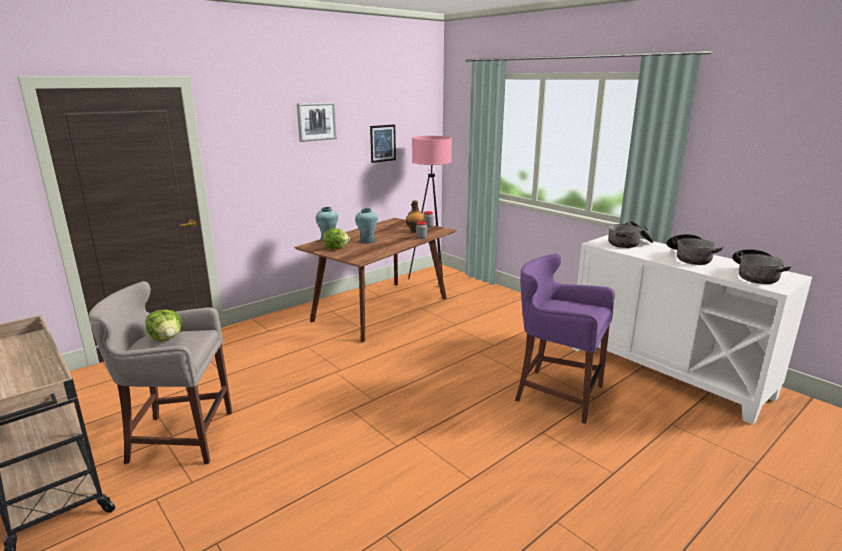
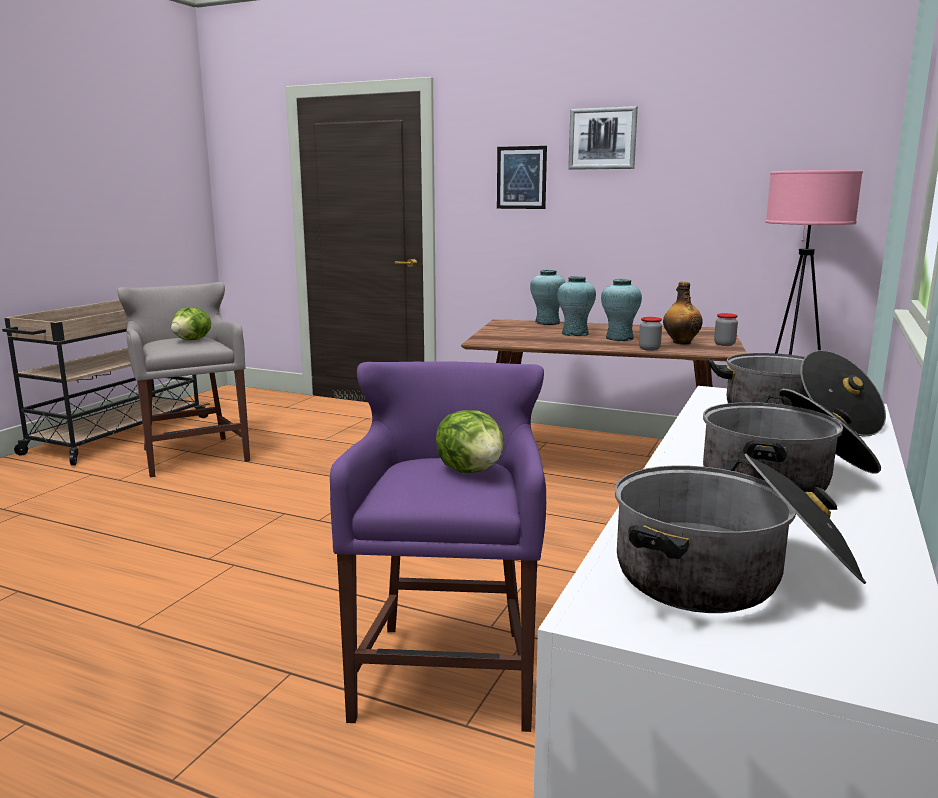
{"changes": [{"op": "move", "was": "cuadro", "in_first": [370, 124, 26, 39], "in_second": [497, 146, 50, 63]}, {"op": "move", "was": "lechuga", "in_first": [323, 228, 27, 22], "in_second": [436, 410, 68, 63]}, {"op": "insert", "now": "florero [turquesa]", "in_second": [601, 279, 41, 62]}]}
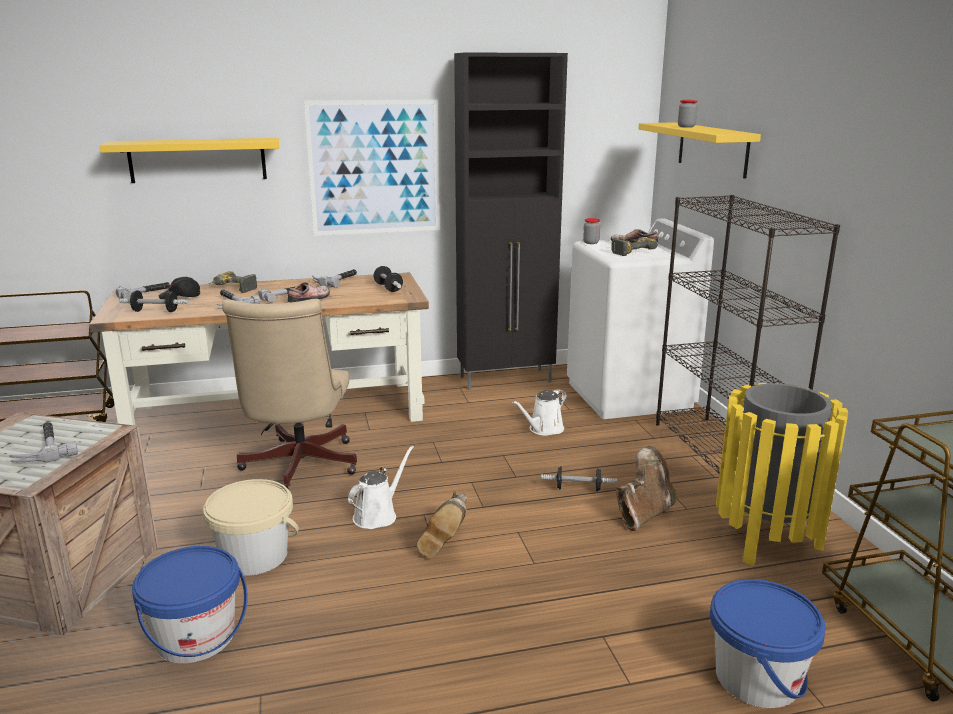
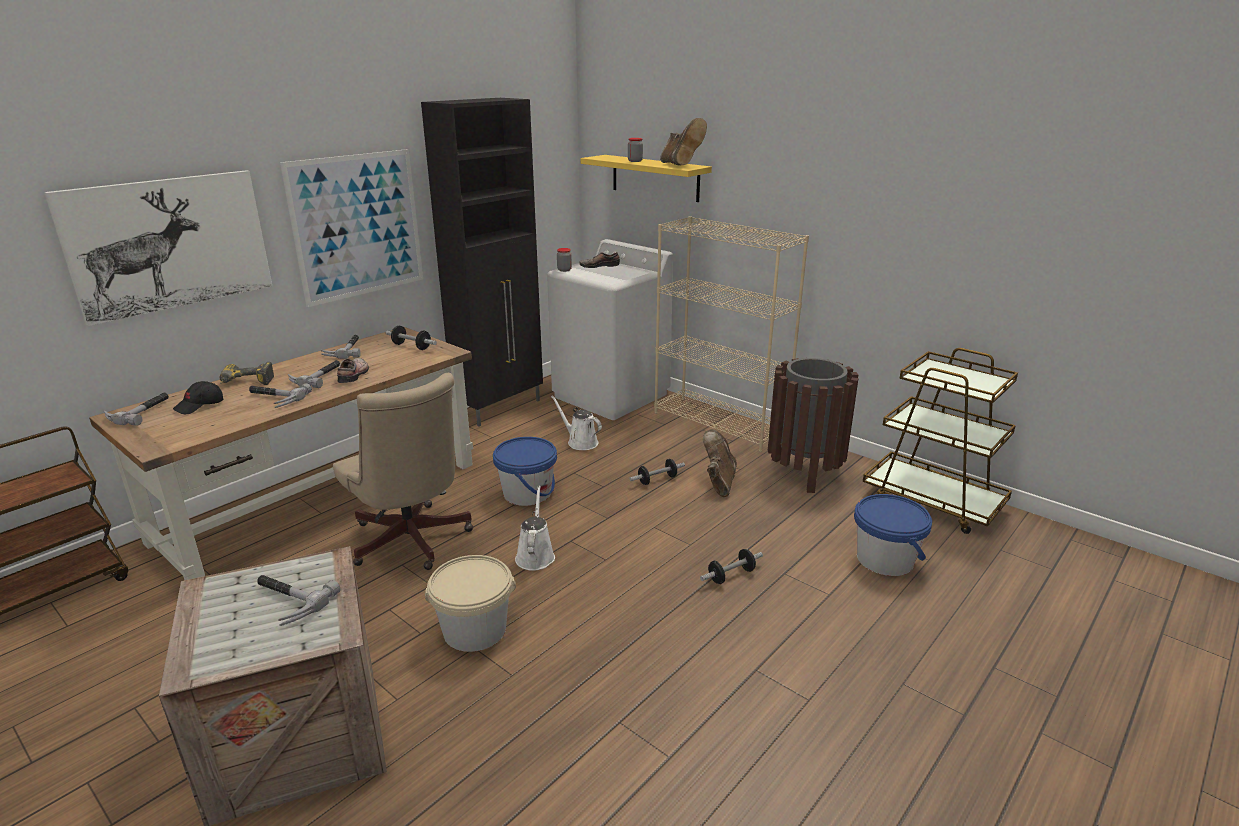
{"changes": [{"op": "replace", "was": "estante [amarillo]", "now": "cuadro", "in_first": [99, 138, 180, 45], "in_second": [44, 170, 228, 156]}, {"op": "recolor", "was": "estantería [negro]", "now": "estantería [beis]", "in_first": [656, 195, 184, 279], "in_second": [654, 216, 155, 236]}, {"op": "delete", "was": "taladro", "in_first": [611, 237, 47, 19]}, {"op": "move", "was": "mancuerna", "in_first": [119, 290, 70, 22], "in_second": [700, 549, 63, 35]}, {"op": "recolor", "was": "papelera [amarillo]", "now": "papelera [marrón]", "in_first": [716, 383, 132, 183], "in_second": [768, 358, 91, 135]}, {"op": "rotate", "was": "regadera [blanco]", "in_first": [512, 389, 54, 47], "in_second": [551, 396, 51, 54], "clockwise": 120}, {"op": "move", "was": "bota [marrón]", "in_first": [417, 491, 50, 67], "in_second": [660, 118, 47, 47]}, {"op": "move", "was": "cubo [azul]", "in_first": [132, 546, 116, 118], "in_second": [493, 437, 64, 69]}]}
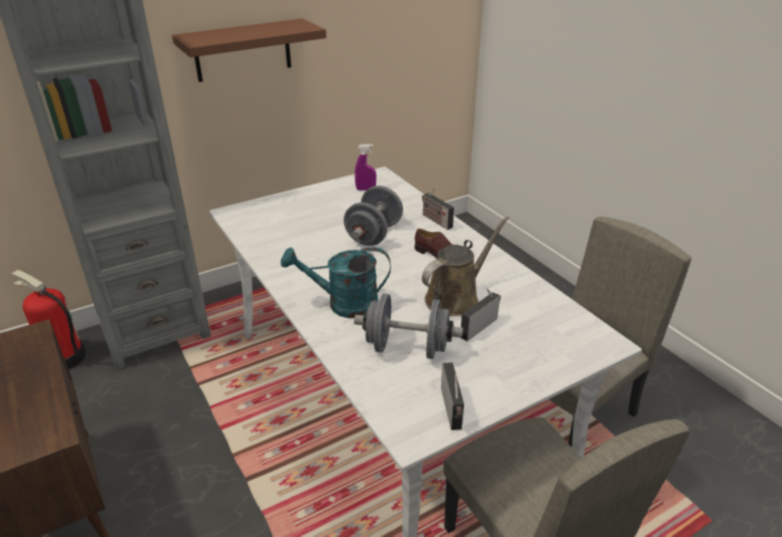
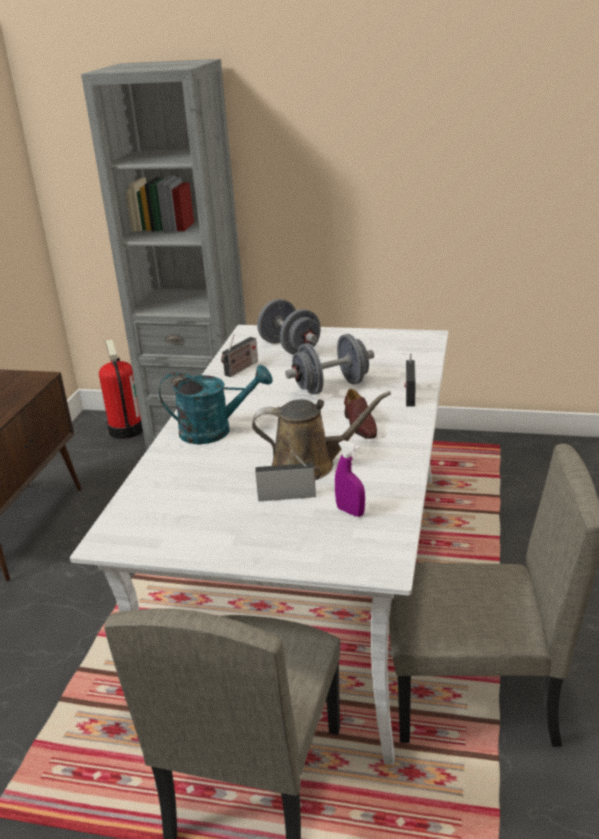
{"changes": [{"op": "delete", "was": "estante [marrón]", "in_first": [172, 19, 154, 63]}, {"op": "move", "was": "pulverizador [morado]", "in_first": [355, 144, 21, 46], "in_second": [335, 440, 30, 77]}, {"op": "rotate", "was": "regadera [turquesa]", "in_first": [281, 247, 110, 71], "in_second": [159, 365, 114, 79], "clockwise": 135}, {"op": "move", "was": "mancuerna [gris]", "in_first": [354, 293, 109, 66], "in_second": [257, 299, 64, 56]}, {"op": "move", "was": "radio", "in_first": [441, 363, 23, 67], "in_second": [221, 334, 37, 43]}]}
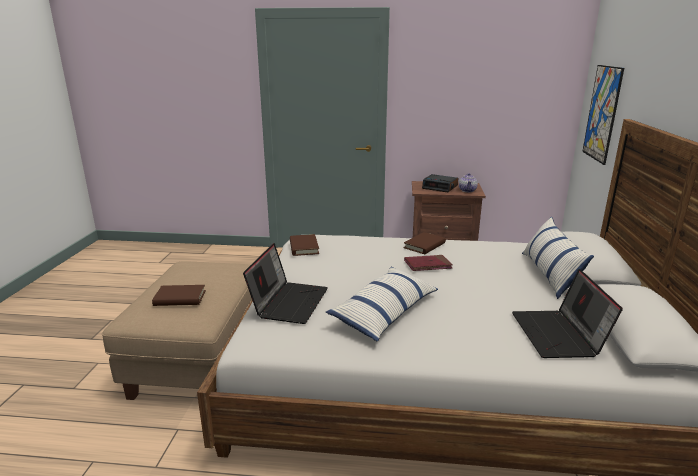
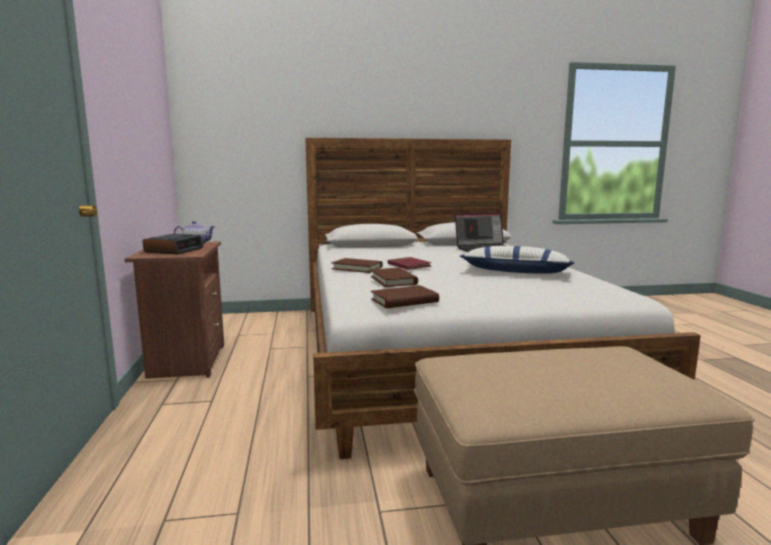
{"changes": [{"op": "delete", "was": "cuadro", "in_first": [582, 65, 42, 100]}, {"op": "delete", "was": "cojín", "in_first": [522, 216, 72, 83]}, {"op": "delete", "was": "portátil", "in_first": [243, 243, 85, 81]}, {"op": "move", "was": "libro [marrón]", "in_first": [152, 285, 54, 21], "in_second": [371, 268, 47, 19]}]}
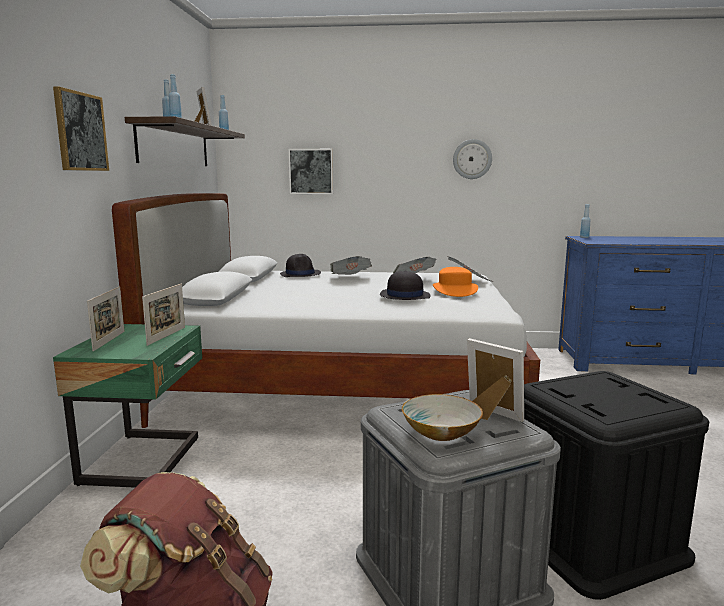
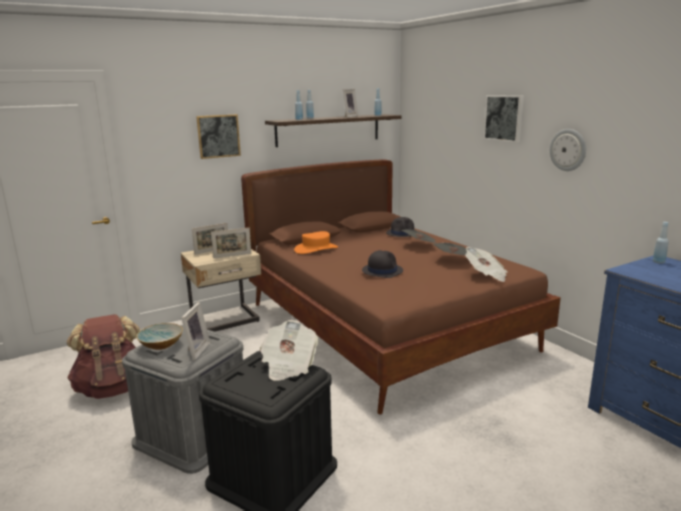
{"changes": [{"op": "move", "was": "cuadro", "in_first": [288, 149, 46, 45], "in_second": [484, 95, 40, 47]}, {"op": "recolor", "was": "cama [blanco]", "now": "cama [marrón]", "in_first": [112, 193, 428, 235], "in_second": [241, 160, 320, 255]}, {"op": "move", "was": "sombrero [naranja]", "in_first": [433, 267, 45, 30], "in_second": [294, 231, 44, 23]}, {"op": "recolor", "was": "mesita de noche [verde]", "now": "mesita de noche [beis]", "in_first": [53, 324, 149, 164], "in_second": [181, 249, 80, 83]}, {"op": "insert", "now": "periódico", "in_second": [260, 320, 59, 61]}]}
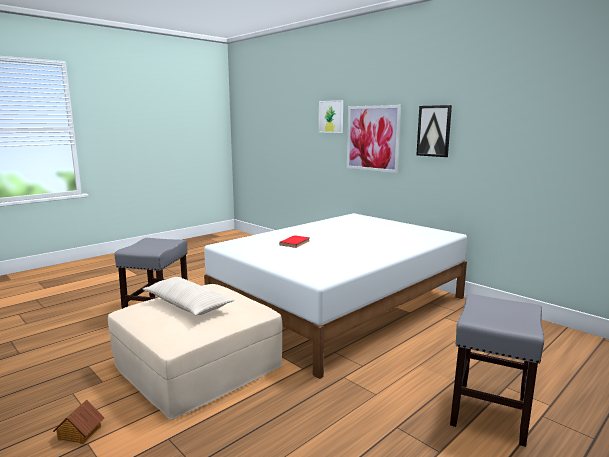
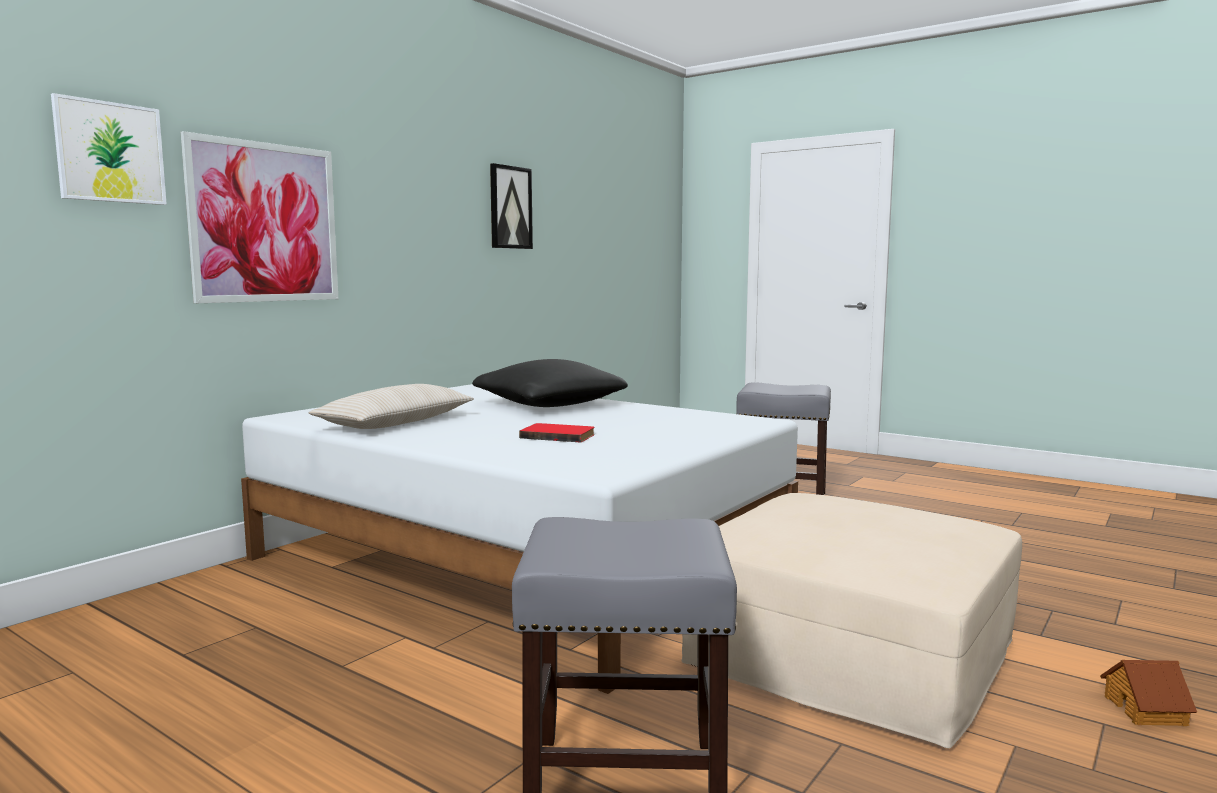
{"changes": [{"op": "move", "was": "cuadro", "in_first": [416, 105, 36, 52], "in_second": [490, 163, 43, 86]}, {"op": "move", "was": "cojín [beis]", "in_first": [143, 277, 92, 38], "in_second": [309, 384, 165, 45]}, {"op": "insert", "now": "cojín [negro]", "in_second": [472, 359, 156, 48]}]}
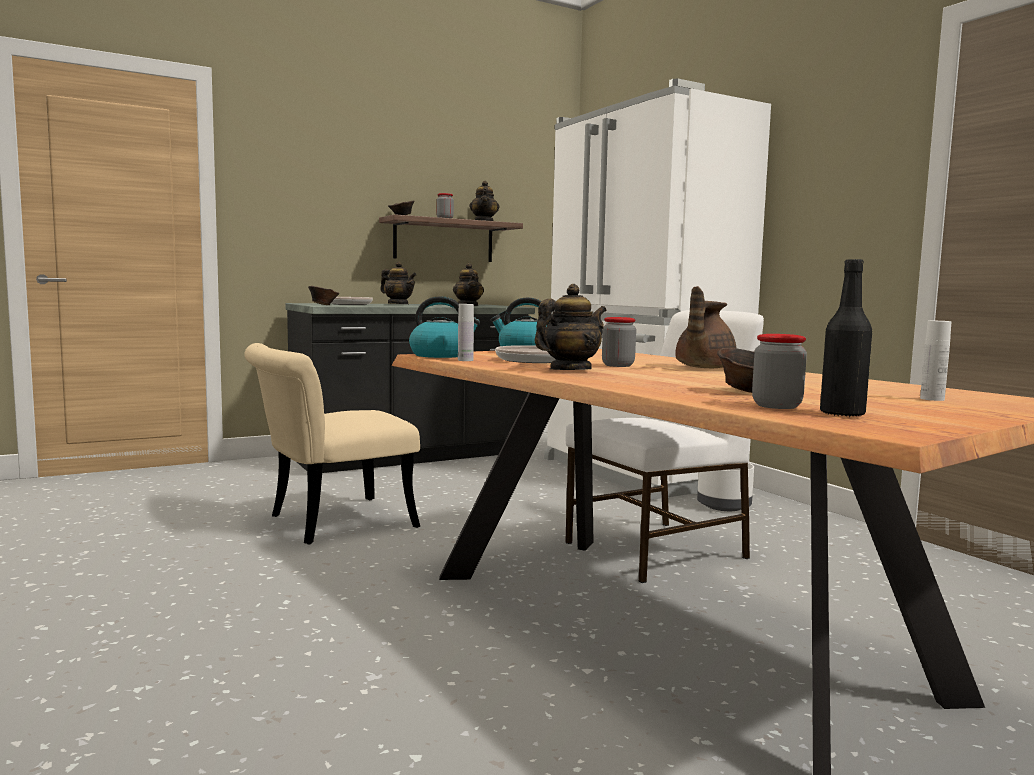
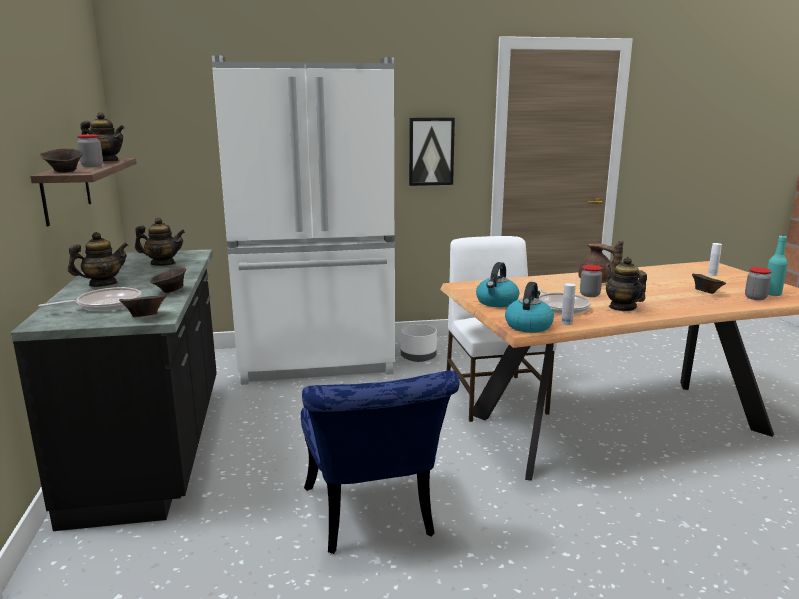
{"changes": [{"op": "recolor", "was": "botella [negro]", "now": "botella [turquesa]", "in_first": [820, 259, 52, 158], "in_second": [767, 236, 21, 60]}, {"op": "recolor", "was": "silla [beis]", "now": "silla [azul]", "in_first": [244, 343, 176, 201], "in_second": [301, 371, 158, 183]}, {"op": "insert", "now": "cuadro", "in_second": [409, 118, 46, 68]}, {"op": "insert", "now": "cuenco [marrón]", "in_second": [150, 268, 36, 25]}]}
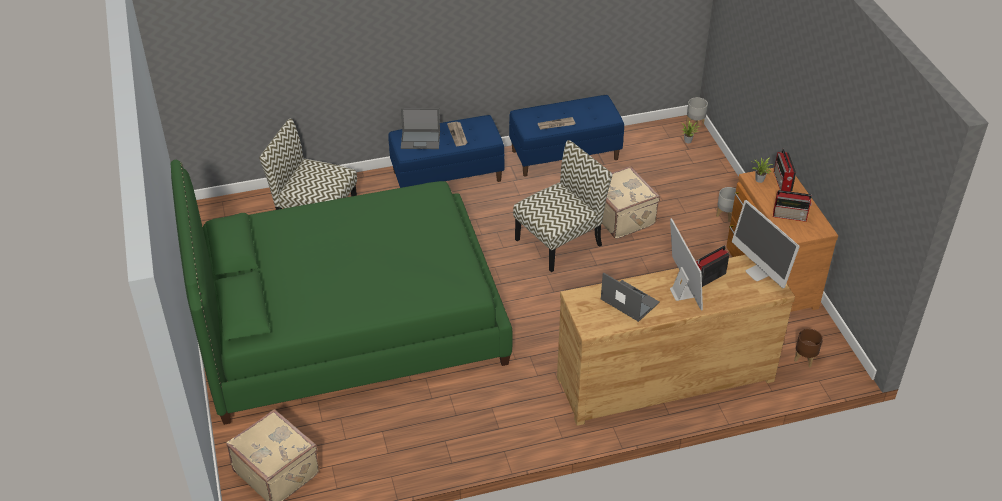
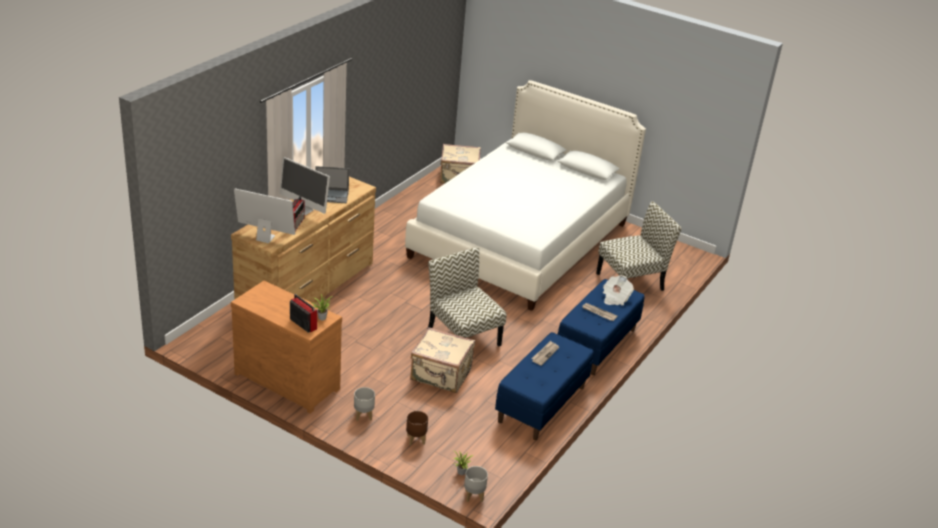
{"changes": [{"op": "replace", "was": "portátil", "now": "periódico", "in_first": [401, 108, 39, 41], "in_second": [603, 275, 31, 30]}, {"op": "rotate", "was": "silla", "in_first": [513, 140, 99, 132], "in_second": [428, 247, 79, 99], "clockwise": 135}, {"op": "recolor", "was": "cama [verde]", "now": "cama [blanco]", "in_first": [171, 160, 342, 265], "in_second": [405, 80, 241, 231]}, {"op": "delete", "was": "radio", "in_first": [773, 190, 39, 32]}, {"op": "move", "was": "maceta [marrón]", "in_first": [794, 329, 29, 39], "in_second": [406, 411, 22, 35]}]}
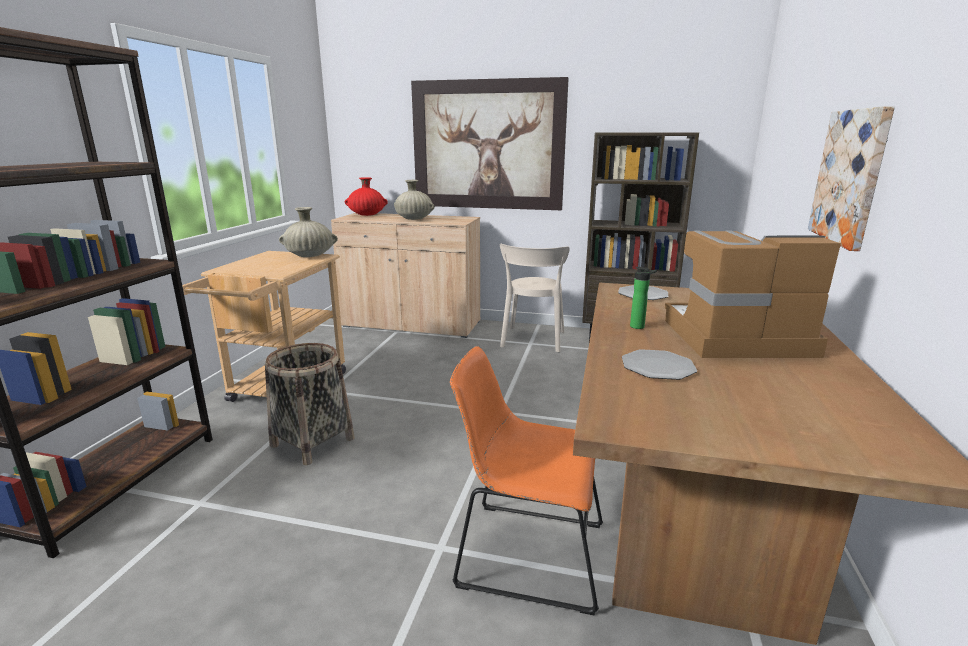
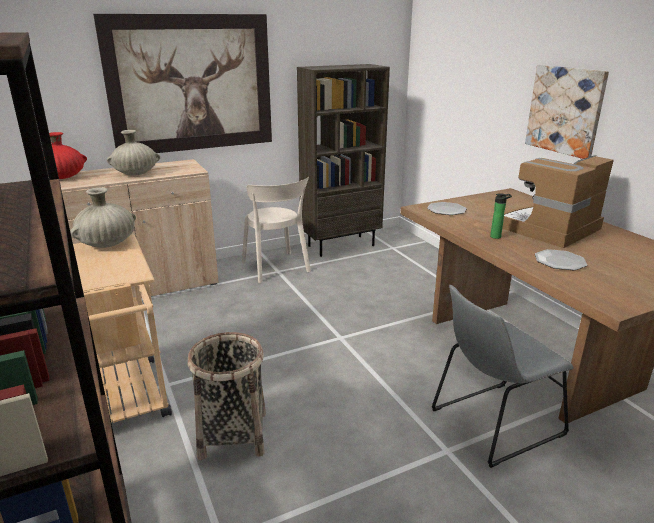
{"changes": [{"op": "recolor", "was": "silla [naranja]", "now": "silla [gris]", "in_first": [450, 346, 153, 270], "in_second": [432, 285, 142, 183]}]}
